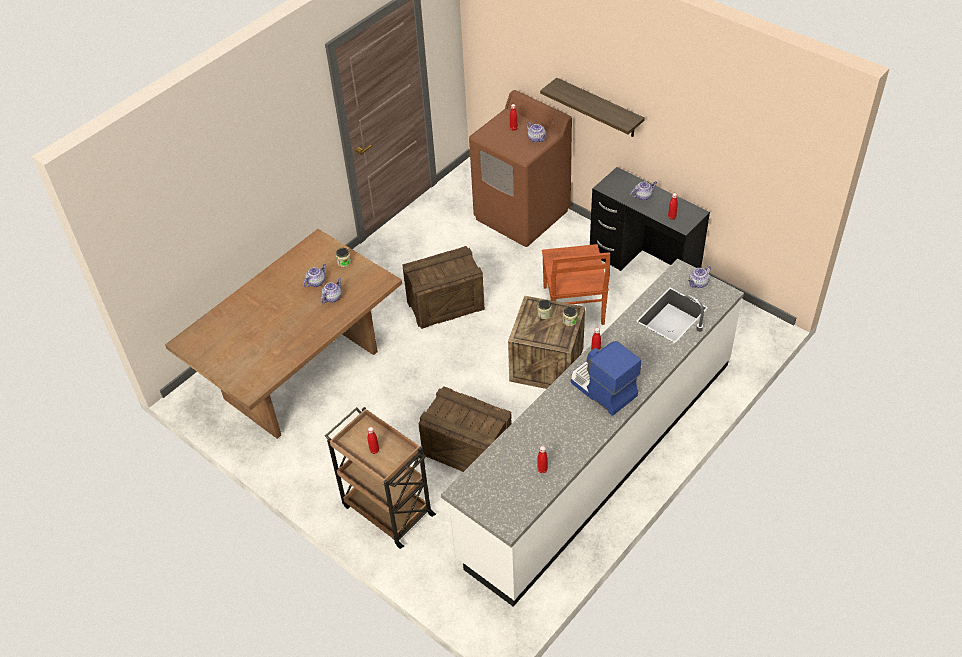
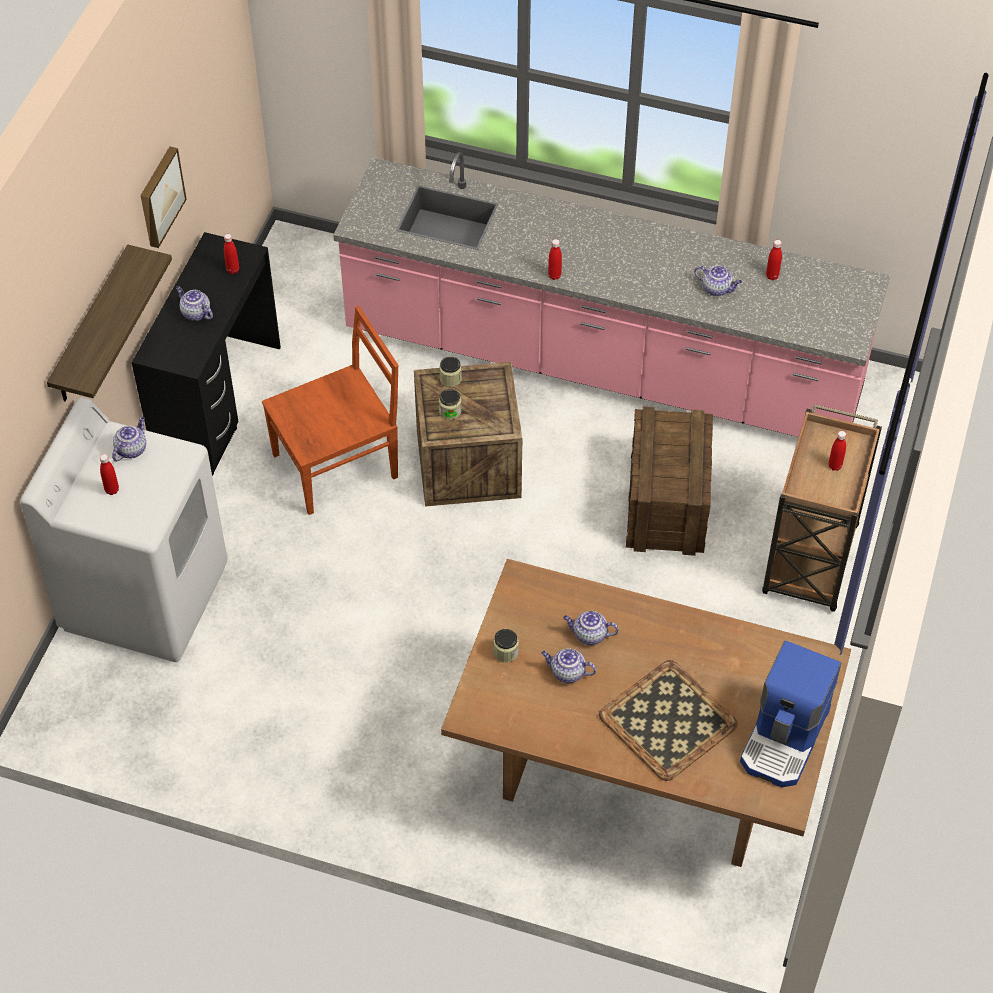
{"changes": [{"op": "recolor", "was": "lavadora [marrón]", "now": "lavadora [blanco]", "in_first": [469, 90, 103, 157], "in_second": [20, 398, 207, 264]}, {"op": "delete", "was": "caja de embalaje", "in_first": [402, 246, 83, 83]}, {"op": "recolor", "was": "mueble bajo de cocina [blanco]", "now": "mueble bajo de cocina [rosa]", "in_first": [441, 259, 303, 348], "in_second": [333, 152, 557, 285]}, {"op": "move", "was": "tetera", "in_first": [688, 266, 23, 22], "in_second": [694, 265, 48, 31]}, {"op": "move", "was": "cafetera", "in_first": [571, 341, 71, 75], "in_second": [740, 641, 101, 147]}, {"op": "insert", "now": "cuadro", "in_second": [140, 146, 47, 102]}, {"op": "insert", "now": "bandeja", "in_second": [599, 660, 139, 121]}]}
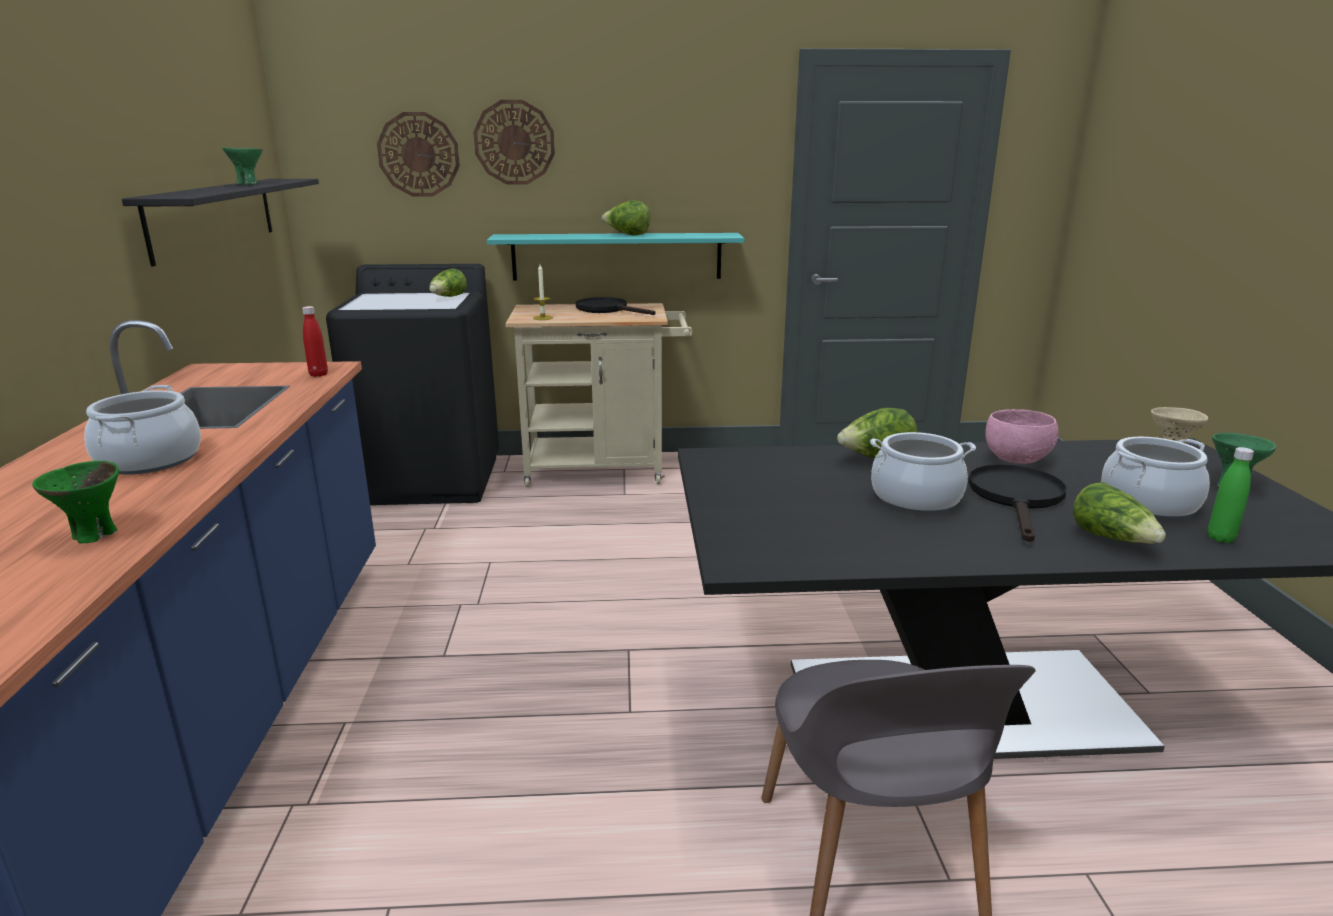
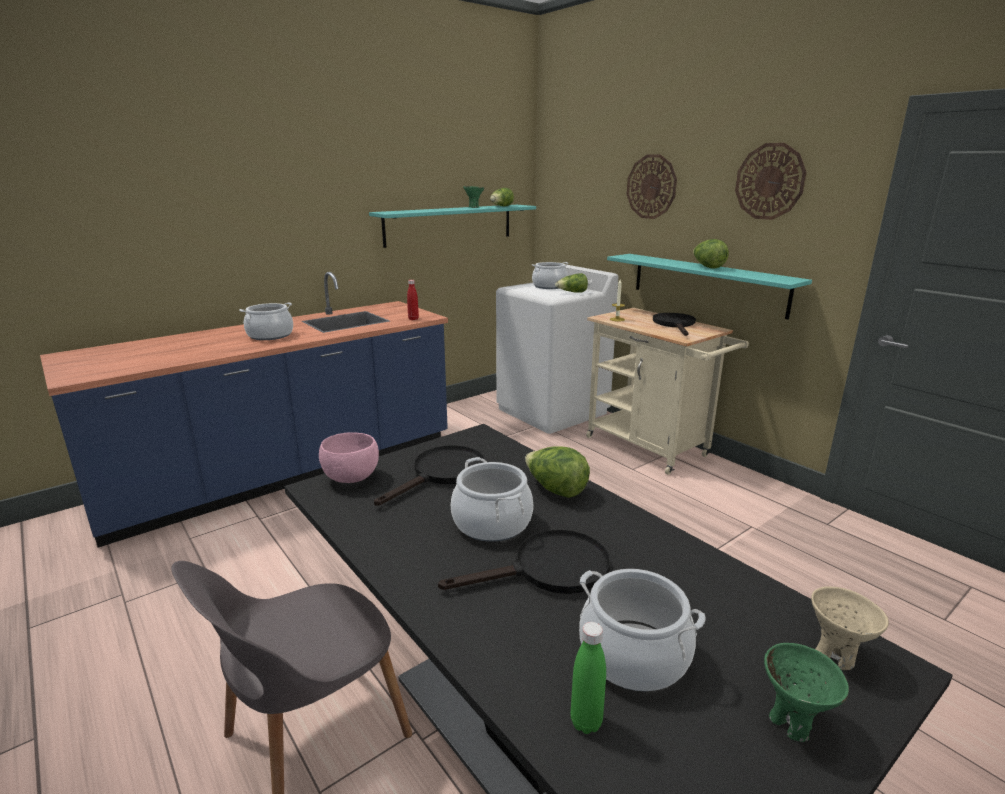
{"changes": [{"op": "move", "was": "reloj de pared", "in_first": [377, 112, 83, 85], "in_second": [735, 143, 72, 77]}, {"op": "recolor", "was": "estante [negro]", "now": "estante [turquesa]", "in_first": [122, 179, 197, 87], "in_second": [369, 205, 167, 43]}, {"op": "recolor", "was": "lavadora [negro]", "now": "lavadora [blanco]", "in_first": [326, 264, 173, 241], "in_second": [496, 264, 122, 170]}, {"op": "move", "was": "cuenco [rosa]", "in_first": [985, 409, 74, 55], "in_second": [319, 432, 60, 51]}, {"op": "delete", "was": "cuenco [verde]", "in_first": [32, 461, 87, 83]}, {"op": "move", "was": "lechuga", "in_first": [1073, 482, 93, 62], "in_second": [490, 188, 24, 18]}, {"op": "insert", "now": "olla", "in_second": [532, 262, 37, 27]}, {"op": "insert", "now": "sartén [negro]", "in_second": [374, 445, 111, 61]}]}
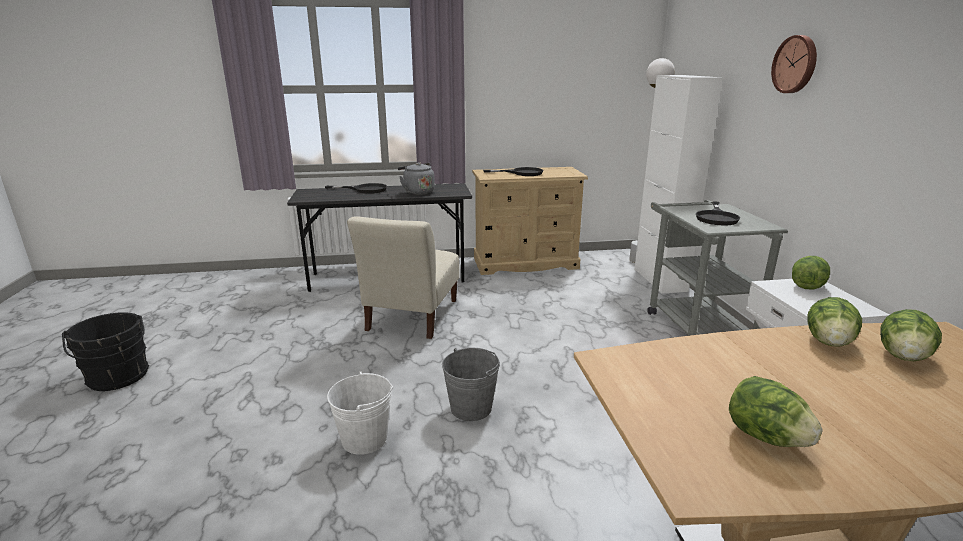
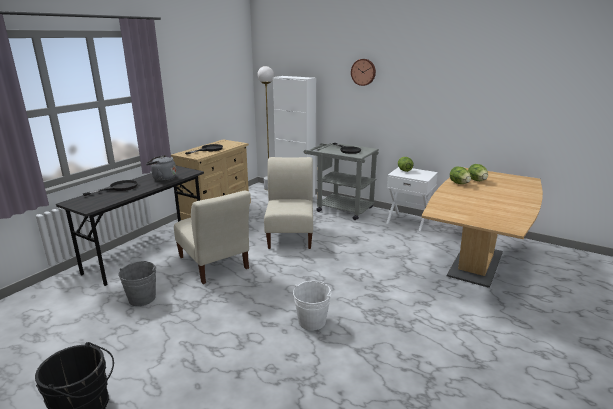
{"changes": [{"op": "move", "was": "cubo [gris]", "in_first": [442, 348, 58, 73], "in_second": [119, 261, 37, 45]}, {"op": "delete", "was": "lechuga", "in_first": [729, 376, 93, 71]}, {"op": "insert", "now": "silla [beis]", "in_second": [264, 157, 49, 92]}]}
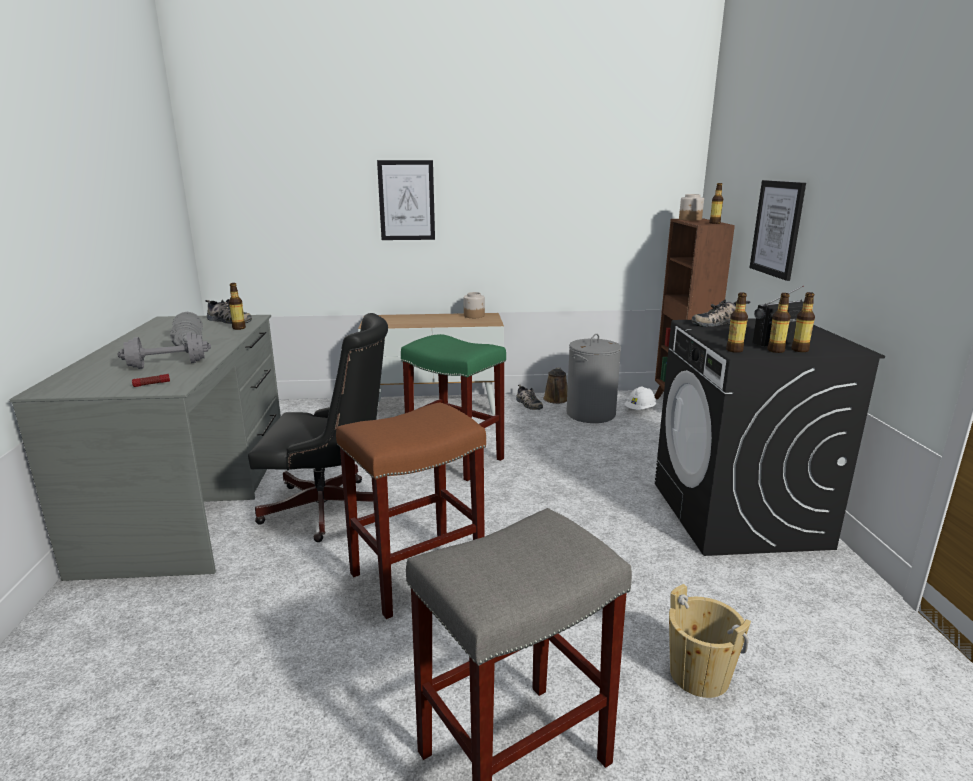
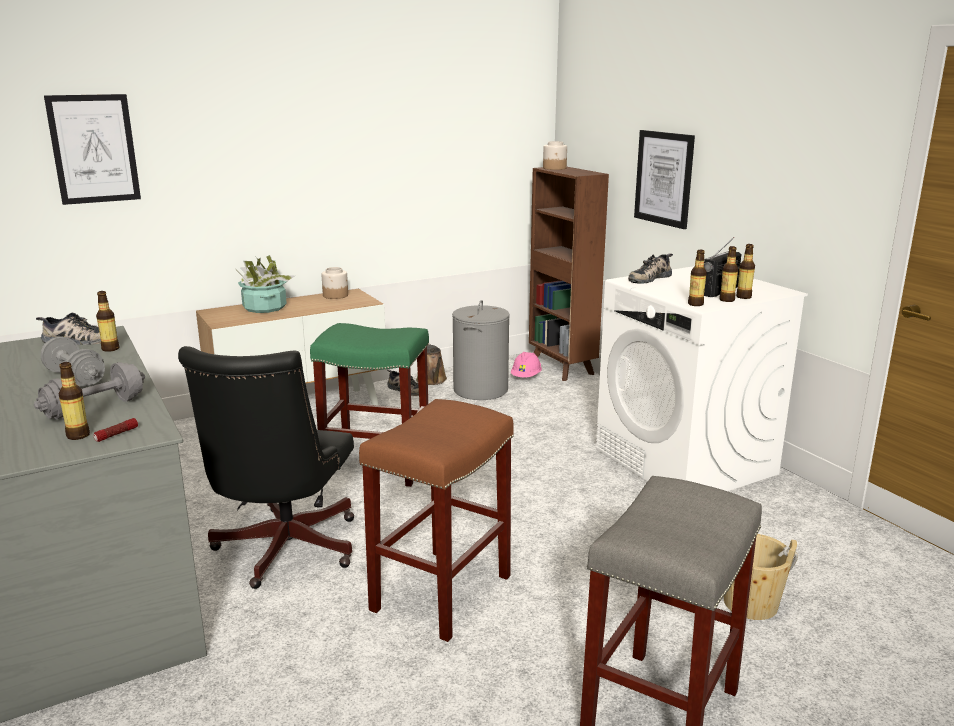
{"changes": [{"op": "move", "was": "cuadro", "in_first": [377, 160, 58, 80], "in_second": [44, 94, 97, 111]}, {"op": "move", "was": "botella", "in_first": [709, 183, 14, 41], "in_second": [58, 362, 32, 78]}, {"op": "rotate", "was": "silla de oficina [negro]", "in_first": [248, 313, 140, 229], "in_second": [178, 346, 176, 243], "clockwise": 120}, {"op": "recolor", "was": "lavadora [negro]", "now": "lavadora [blanco]", "in_first": [655, 318, 230, 238], "in_second": [596, 266, 212, 225]}, {"op": "recolor", "was": "casco [blanco]", "now": "casco [rosa]", "in_first": [624, 387, 32, 23], "in_second": [511, 352, 31, 25]}, {"op": "insert", "now": "planta en maceta", "in_second": [235, 255, 60, 58]}]}
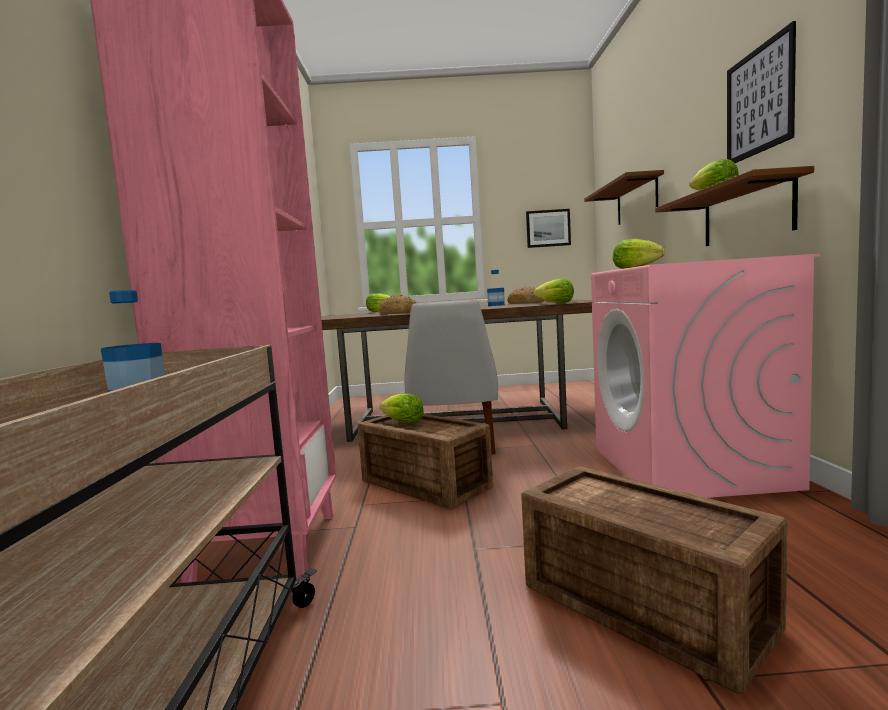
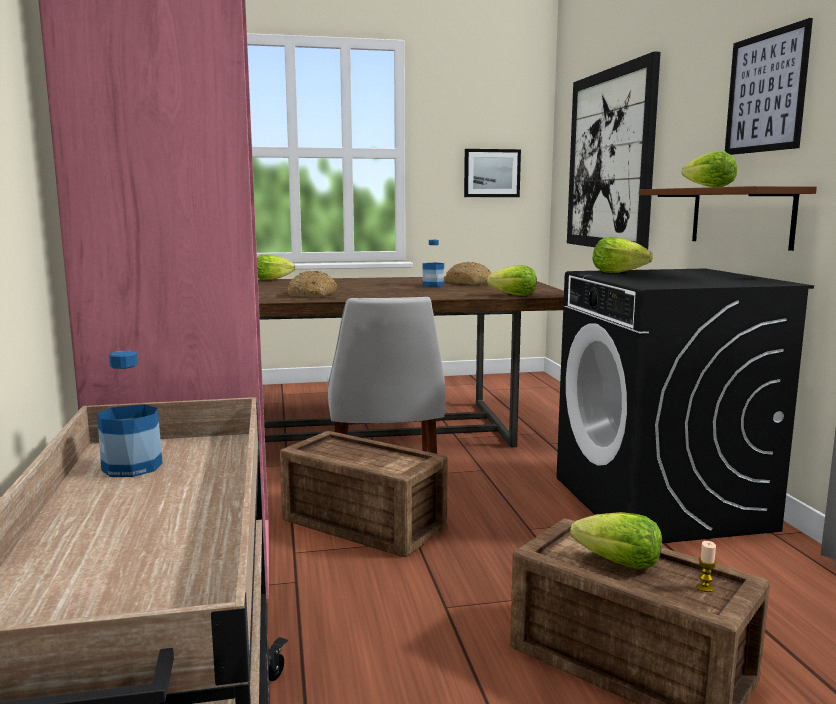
{"changes": [{"op": "replace", "was": "estante [marrón]", "now": "cuadro", "in_first": [584, 170, 80, 55], "in_second": [567, 51, 94, 198]}, {"op": "recolor", "was": "lavadora [rosa]", "now": "lavadora [negro]", "in_first": [591, 254, 229, 244], "in_second": [557, 268, 257, 275]}, {"op": "move", "was": "lechuga", "in_first": [380, 393, 44, 31], "in_second": [570, 512, 92, 57]}, {"op": "insert", "now": "vela", "in_second": [697, 541, 19, 51]}]}
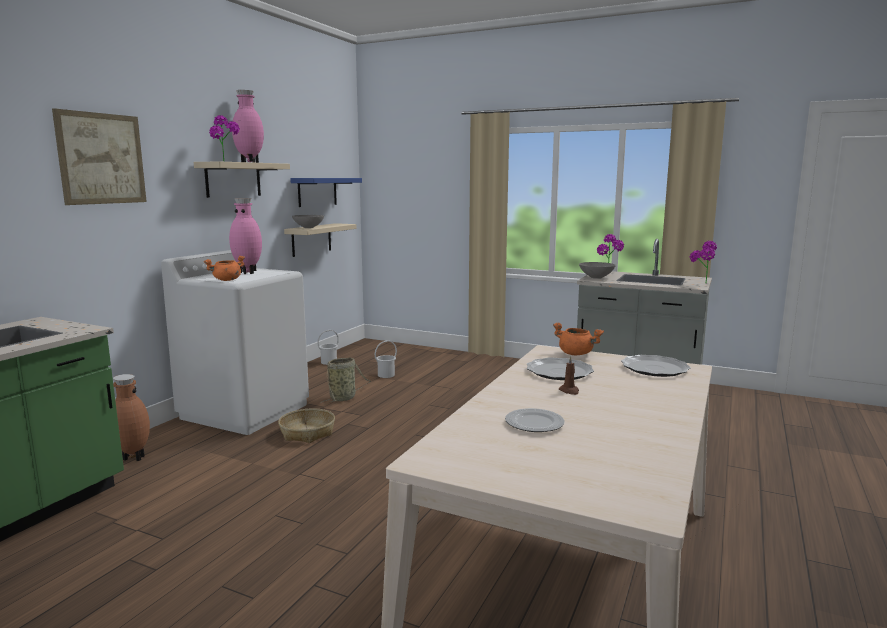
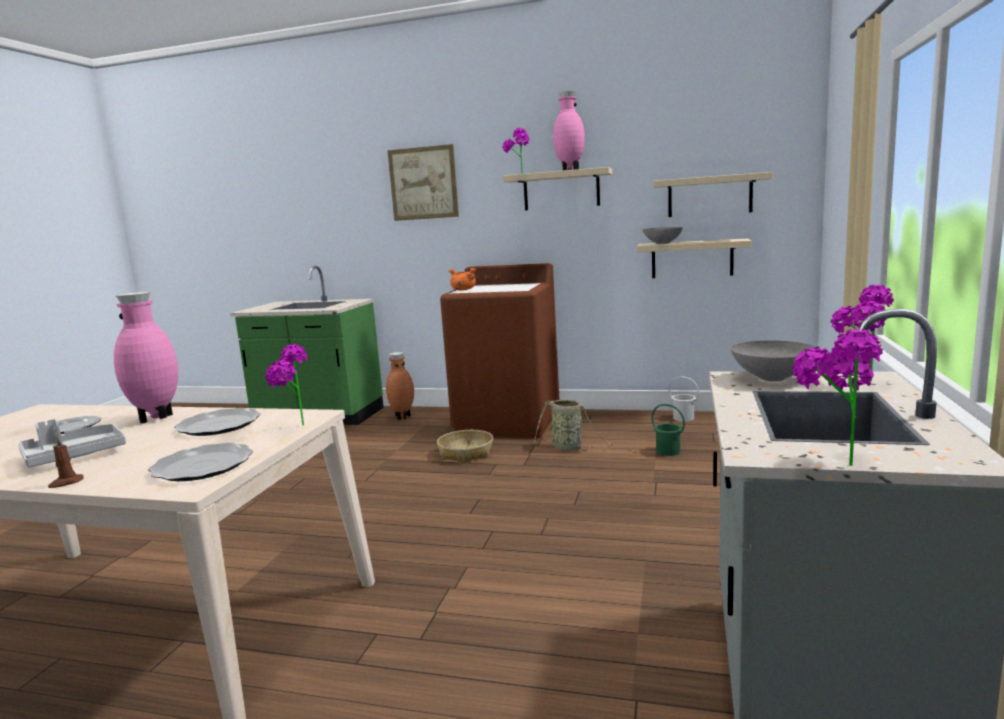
{"changes": [{"op": "recolor", "was": "estante [azul]", "now": "estante [beis]", "in_first": [290, 178, 72, 29], "in_second": [653, 172, 120, 45]}, {"op": "move", "was": "florero [rosa]", "in_first": [229, 198, 33, 76], "in_second": [114, 292, 64, 132]}, {"op": "recolor", "was": "lavadora [blanco]", "now": "lavadora [marrón]", "in_first": [161, 250, 148, 185], "in_second": [440, 263, 120, 175]}, {"op": "replace", "was": "olla [naranja]", "now": "planta en maceta", "in_first": [553, 323, 51, 32], "in_second": [265, 344, 43, 81]}, {"op": "recolor", "was": "cubo [blanco]", "now": "cubo [verde]", "in_first": [375, 340, 22, 38], "in_second": [651, 404, 34, 52]}, {"op": "move", "was": "vela [marrón]", "in_first": [559, 356, 20, 39], "in_second": [48, 436, 36, 52]}, {"op": "insert", "now": "bandeja [gris]", "in_second": [18, 419, 108, 48]}]}
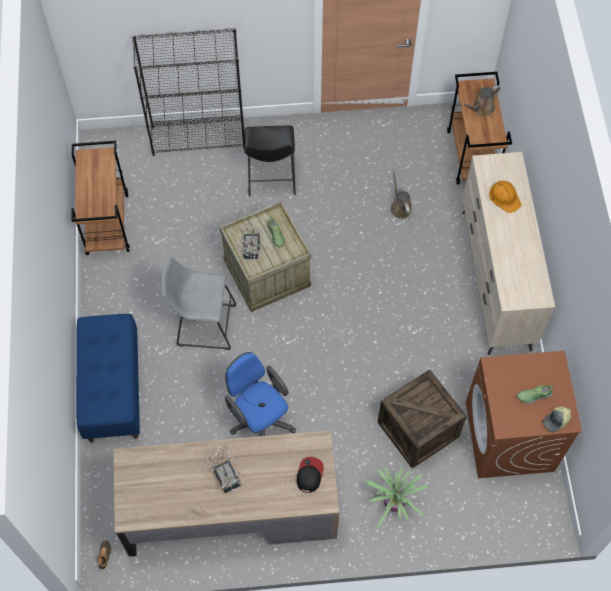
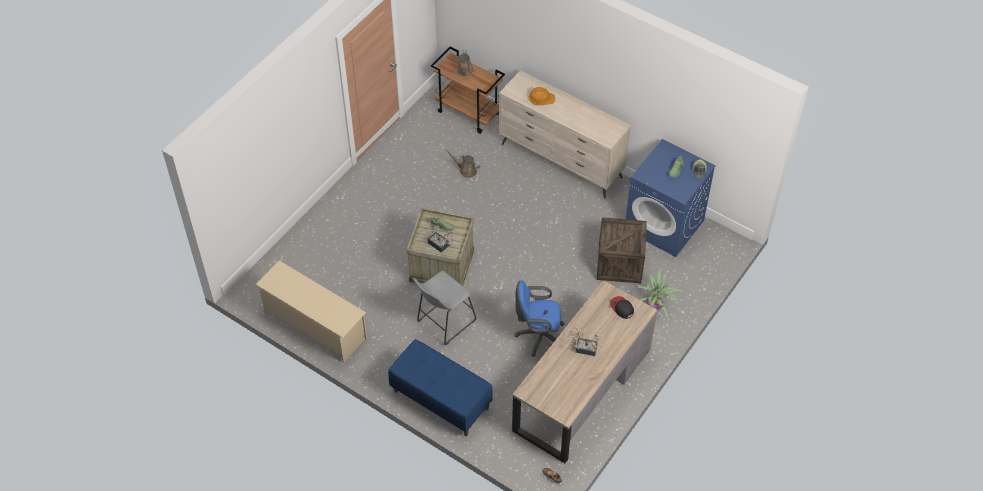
{"changes": [{"op": "delete", "was": "estantería [negro]", "in_first": [133, 28, 112, 128]}, {"op": "delete", "was": "taburete [negro]", "in_first": [244, 125, 52, 71]}, {"op": "replace", "was": "carrito [marrón]", "now": "zapatero [beis]", "in_first": [71, 141, 59, 114], "in_second": [255, 261, 112, 102]}, {"op": "recolor", "was": "lavadora [marrón]", "now": "lavadora [azul]", "in_first": [466, 350, 116, 128], "in_second": [626, 139, 90, 118]}]}
